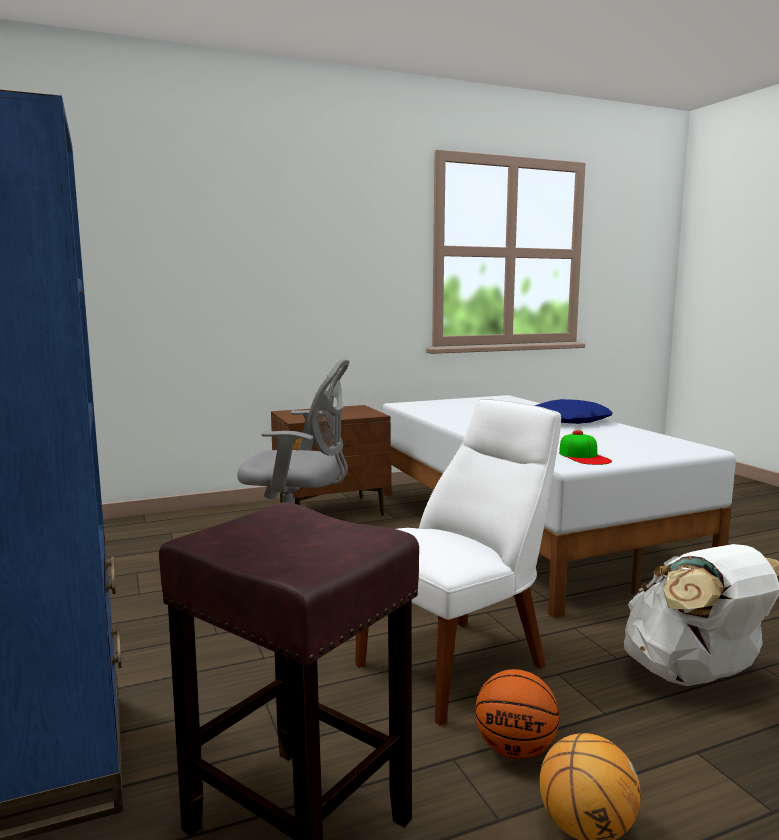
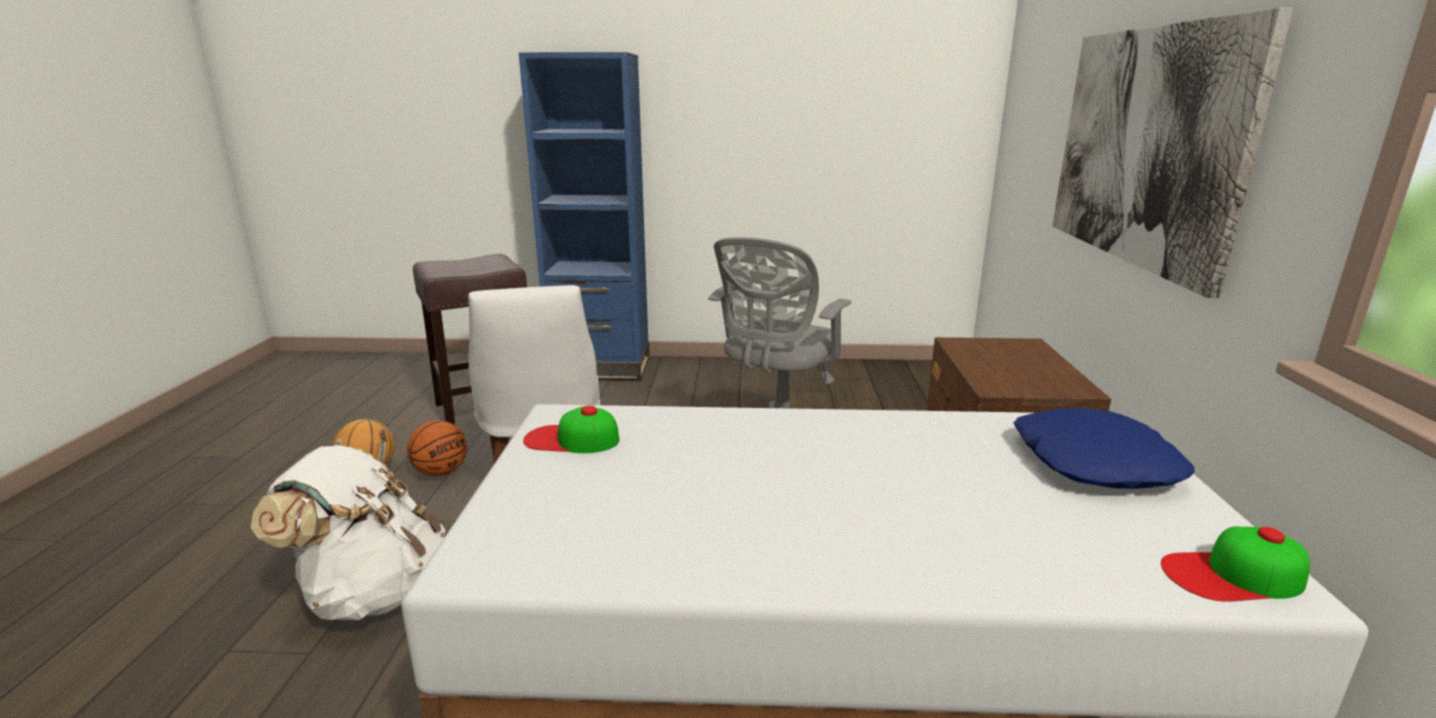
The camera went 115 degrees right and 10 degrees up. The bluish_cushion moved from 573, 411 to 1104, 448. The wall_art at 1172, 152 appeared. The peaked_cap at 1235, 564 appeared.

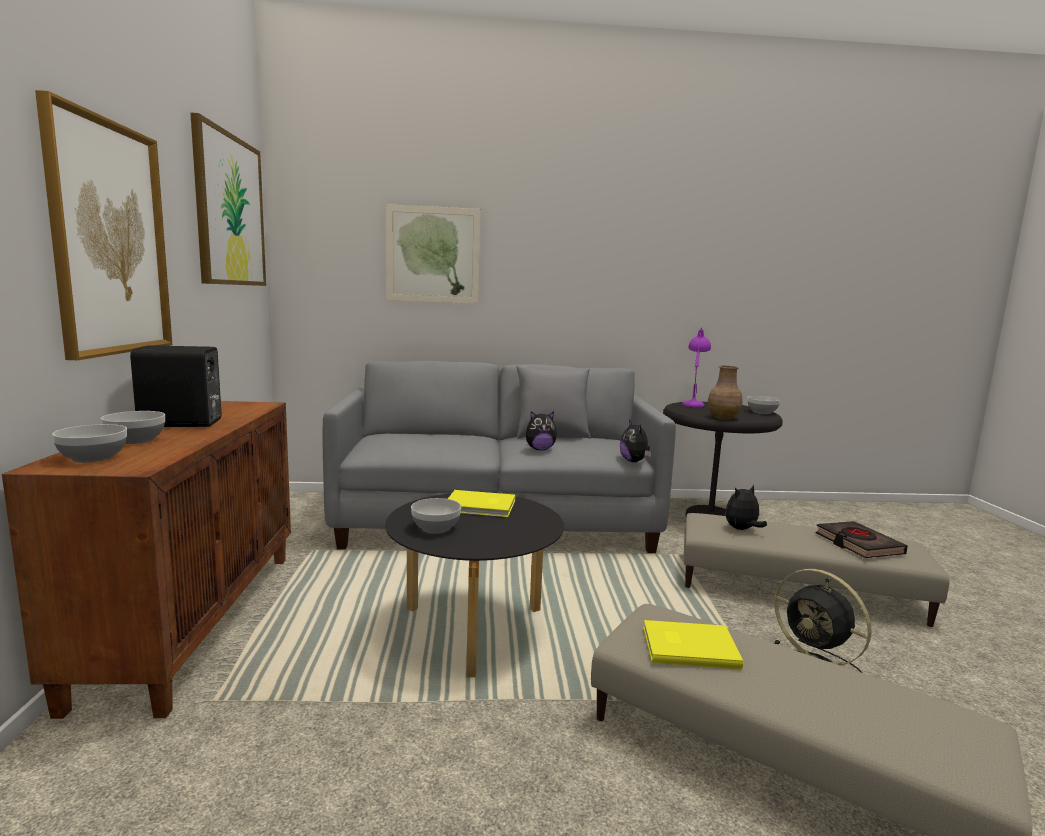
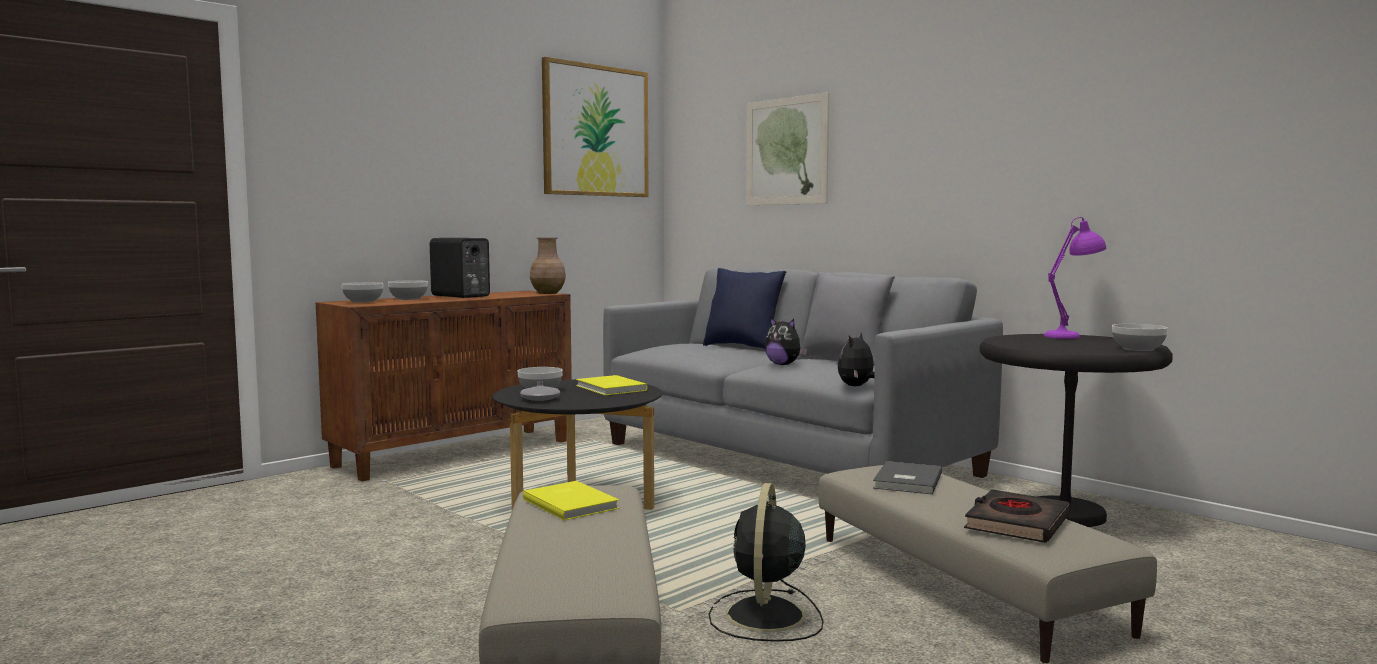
The camera went 50 degrees right and 5 degrees down. The wall_art at 103, 225 disappeared. The brown-coloured_vase moved from 725, 393 to 548, 265. The plush_toy at 746, 507 was replaced by the greyish_bound_book at 907, 478. The greyish_vase at 540, 391 appeared. The bluish_cushion at 744, 308 appeared.

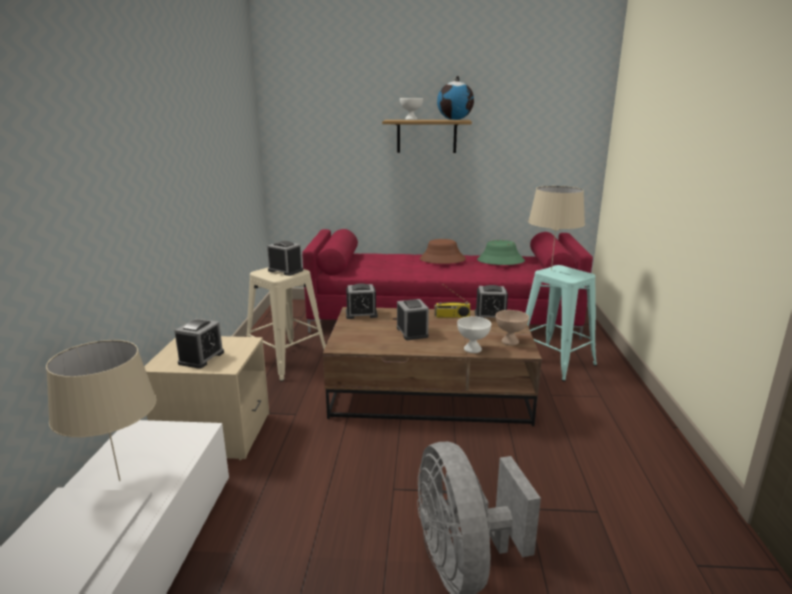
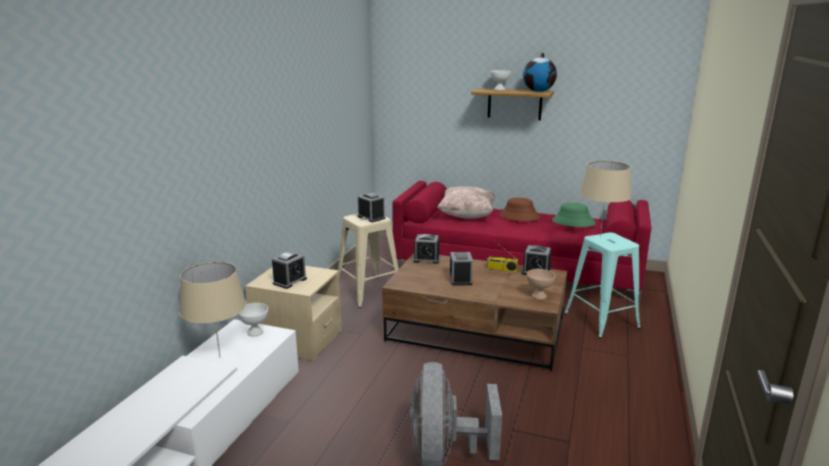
The camera went 15 degrees right and 0 degrees up. The white_bowl moved from 474, 334 to 253, 320. The beige_cushion at 466, 202 appeared.

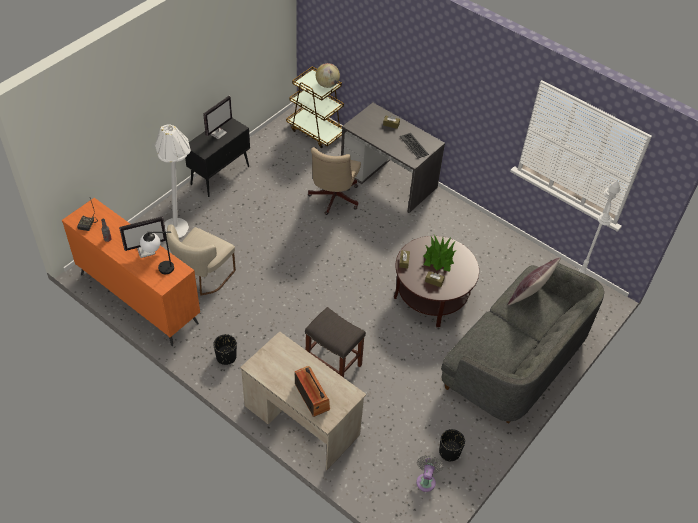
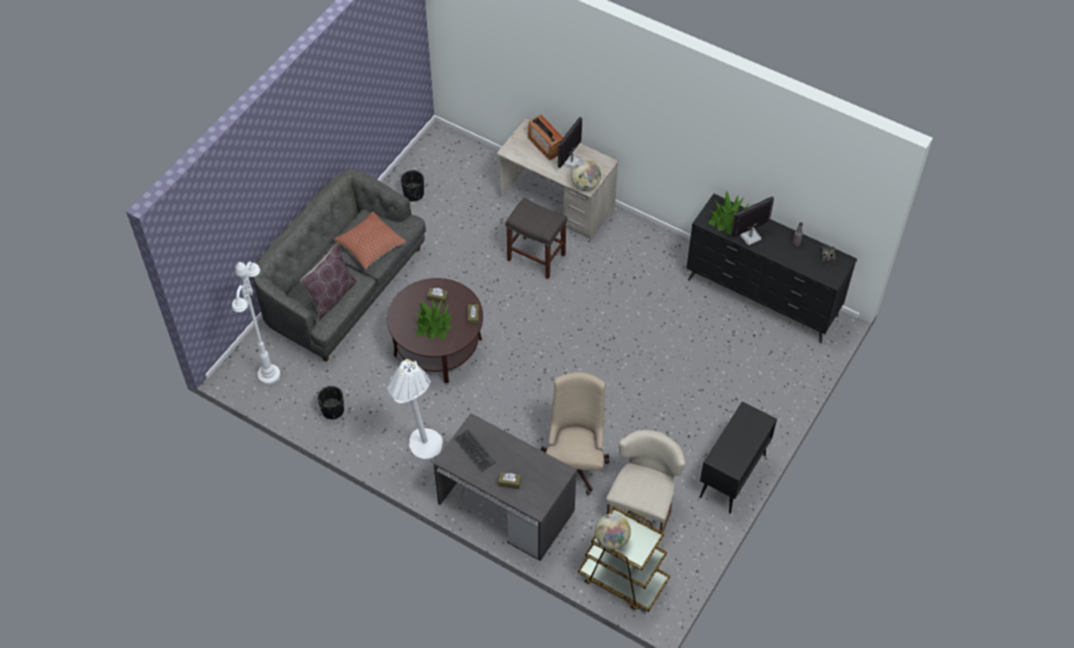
The camera went 175 degrees right and 5 degrees up. The orange-coloured_dresser at 131, 272 became the black-coloured_dresser at 771, 269. The table_lamp at 157, 252 was replaced by the potted_plant at 729, 213. The white_standard_lamp moved from 173, 181 to 415, 409. The beige_plain_chair moved from 201, 260 to 646, 482. The computer_screen moved from 217, 117 to 570, 142. The black-coloured_planter moved from 225, 349 to 330, 402. The greyish_cooling_fan at 430, 473 disappeared. The cushion at 370, 241 appeared. The globe at 586, 175 appeared.

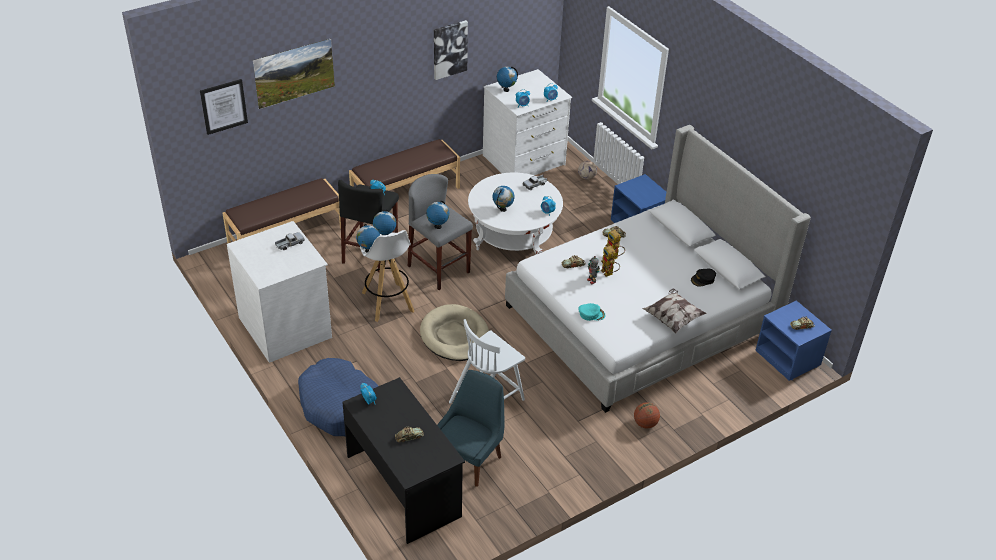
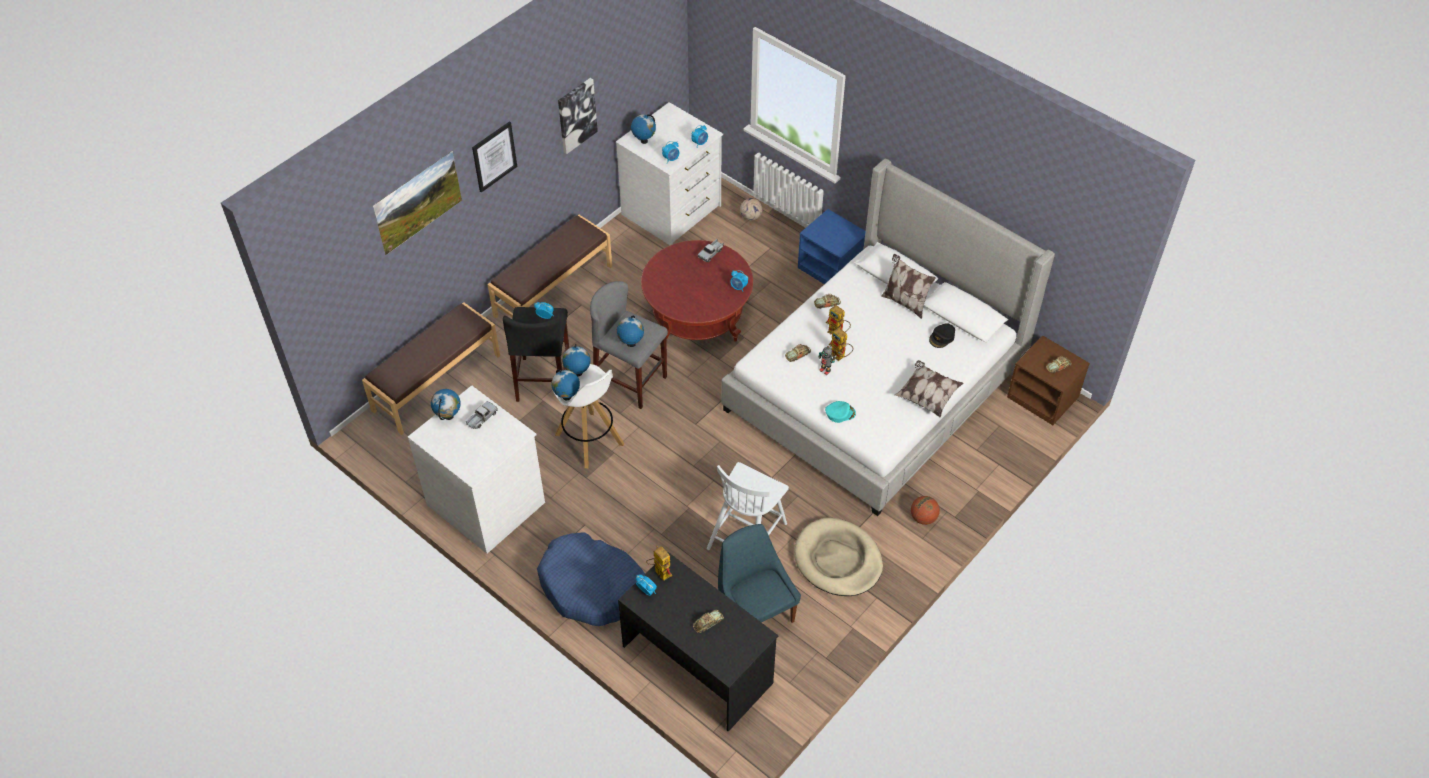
The camera went 15 degrees left and 10 degrees up. The wall_art moved from 224, 107 to 494, 157. The beige_dog_cushion moved from 454, 332 to 838, 557. The bluish_plain_chair at 470, 428 turned 45 degrees counterclockwise. The white_low_table at 515, 213 became the red_low_table at 697, 291. The globe moved from 503, 199 to 446, 404. The bluish_nightstand at 793, 340 became the brown-coloured_nightstand at 1048, 380. The toy_robot at 659, 563 appeared. The cushion at 908, 286 appeared.

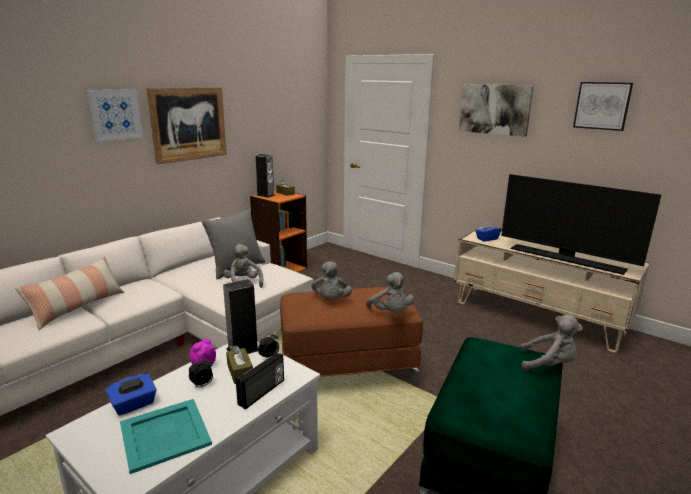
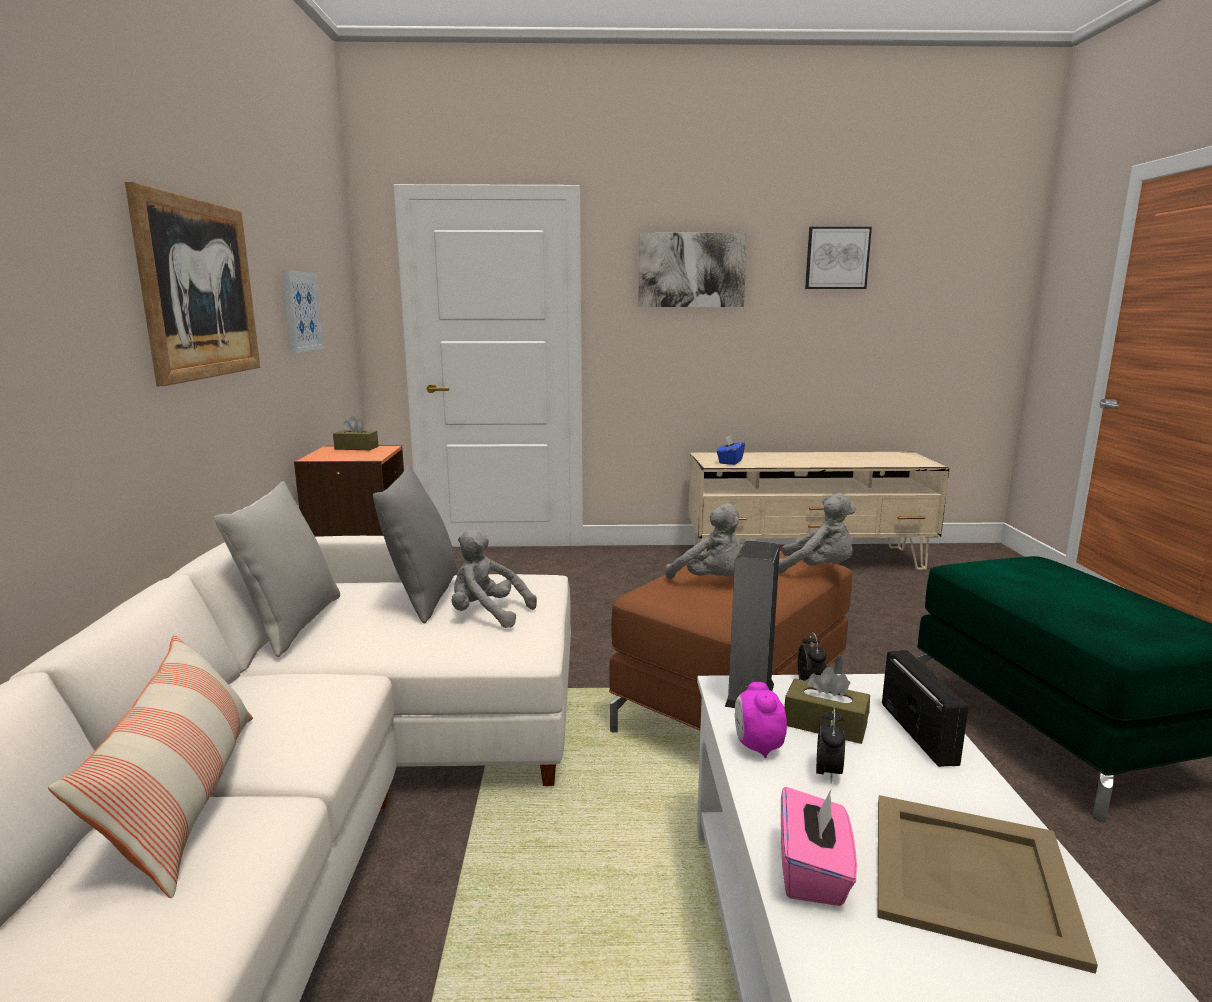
The camera went 40 degrees left and 5 degrees down. The wall_art moved from 115, 115 to 303, 311. The bluish_tissue_holder at 131, 395 became the pinkish_tissue_holder at 819, 846. The turquoise-coloured_tray at 166, 436 became the beige_tray at 988, 884. The speaker at 265, 176 disappeared. The television at 581, 224 disappeared. The greyish_plush_toy at 551, 343 disappeared. The greyish_cushion at 277, 569 appeared.

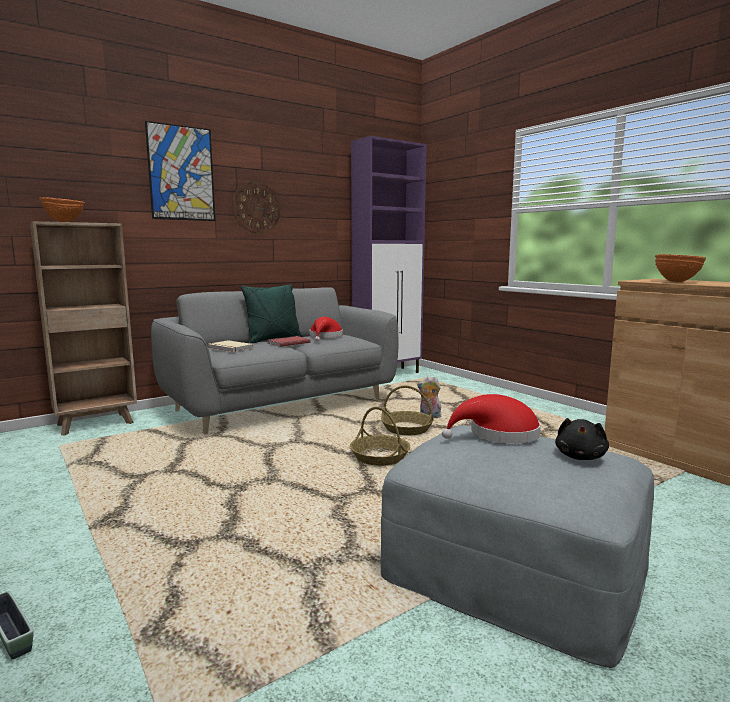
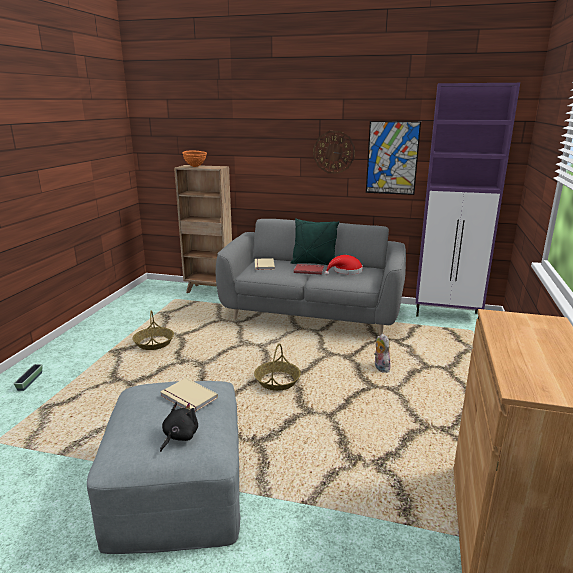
The camera went 50 degrees right and 10 degrees up. The wall_art moved from 180, 171 to 393, 158. The household_basket moved from 407, 410 to 153, 330. The red_hat at 491, 418 was replaced by the beige_bound_book at 189, 395. The black-coloured_plush_toy at 582, 439 turned 135 degrees clockwise. The orange-coloured_bowl at 680, 268 disappeared.

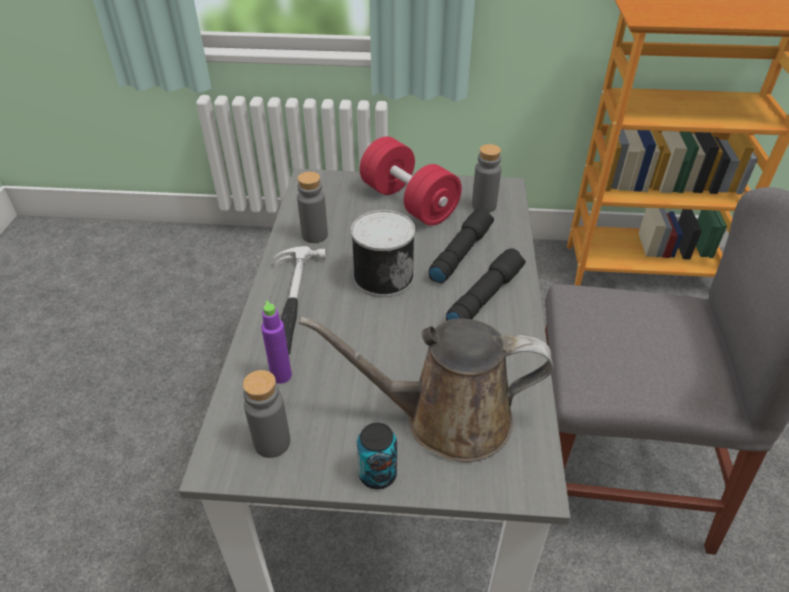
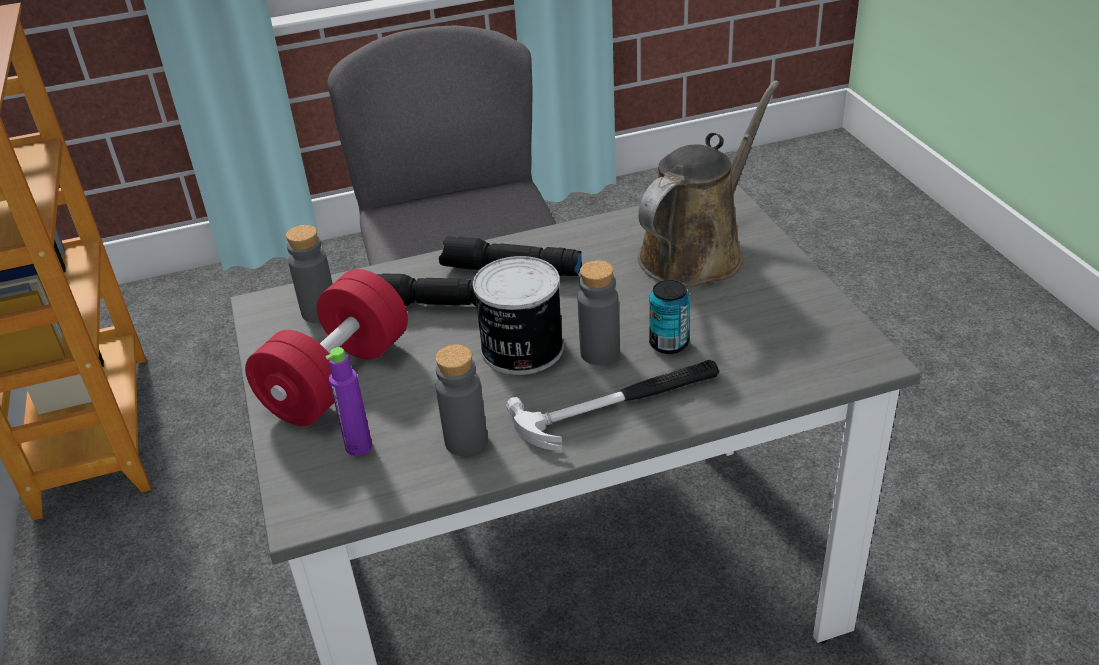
The camera went 110 degrees left and 5 degrees down. The greyish_drink_bottle moved from 266, 414 to 598, 312. The purple_drink_bottle moved from 276, 342 to 349, 401. The brown-coloured_sprinkling_can at 426, 389 turned 120 degrees counterclockwise. The can moved from 377, 456 to 669, 317.

